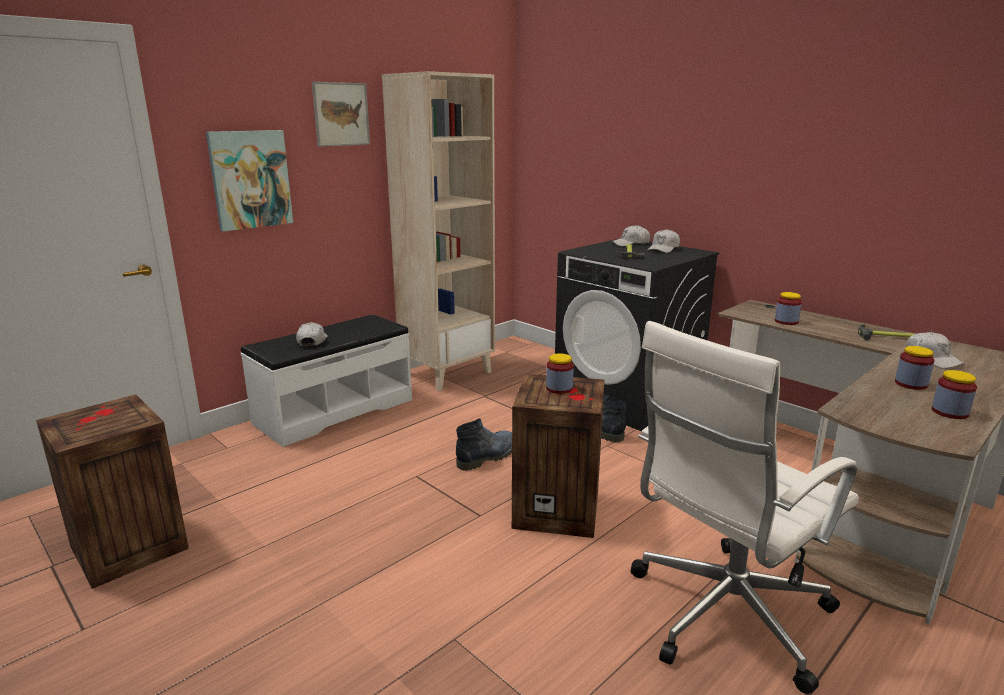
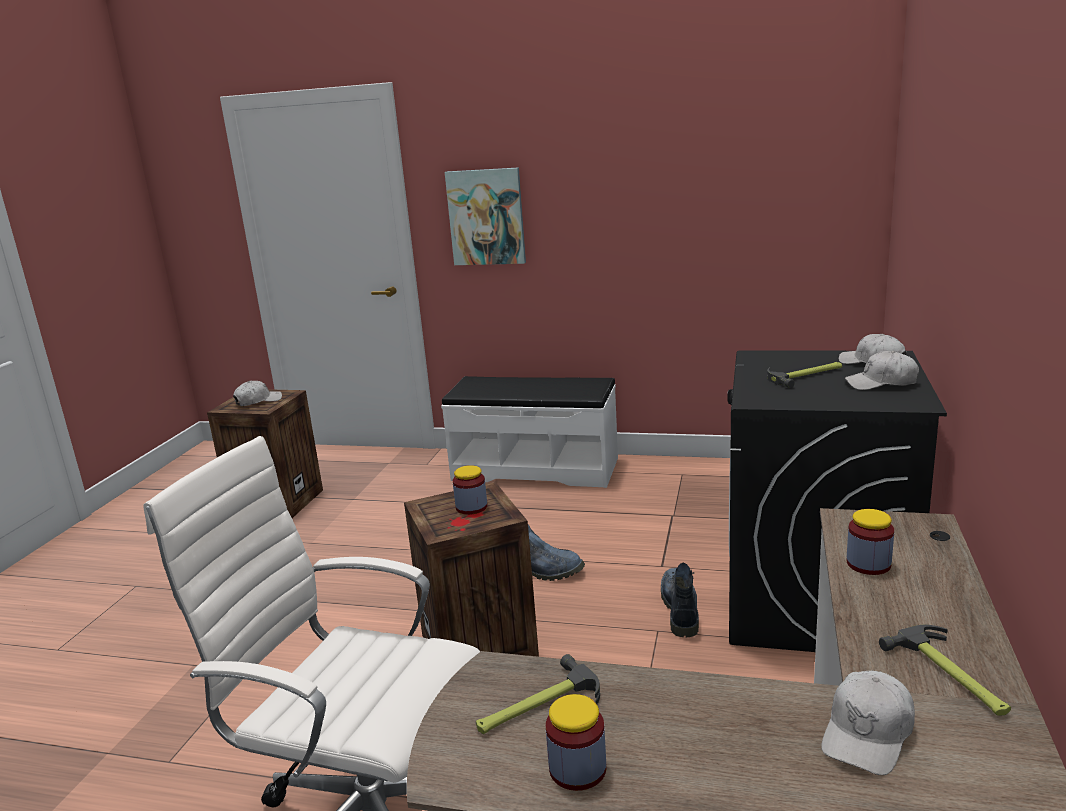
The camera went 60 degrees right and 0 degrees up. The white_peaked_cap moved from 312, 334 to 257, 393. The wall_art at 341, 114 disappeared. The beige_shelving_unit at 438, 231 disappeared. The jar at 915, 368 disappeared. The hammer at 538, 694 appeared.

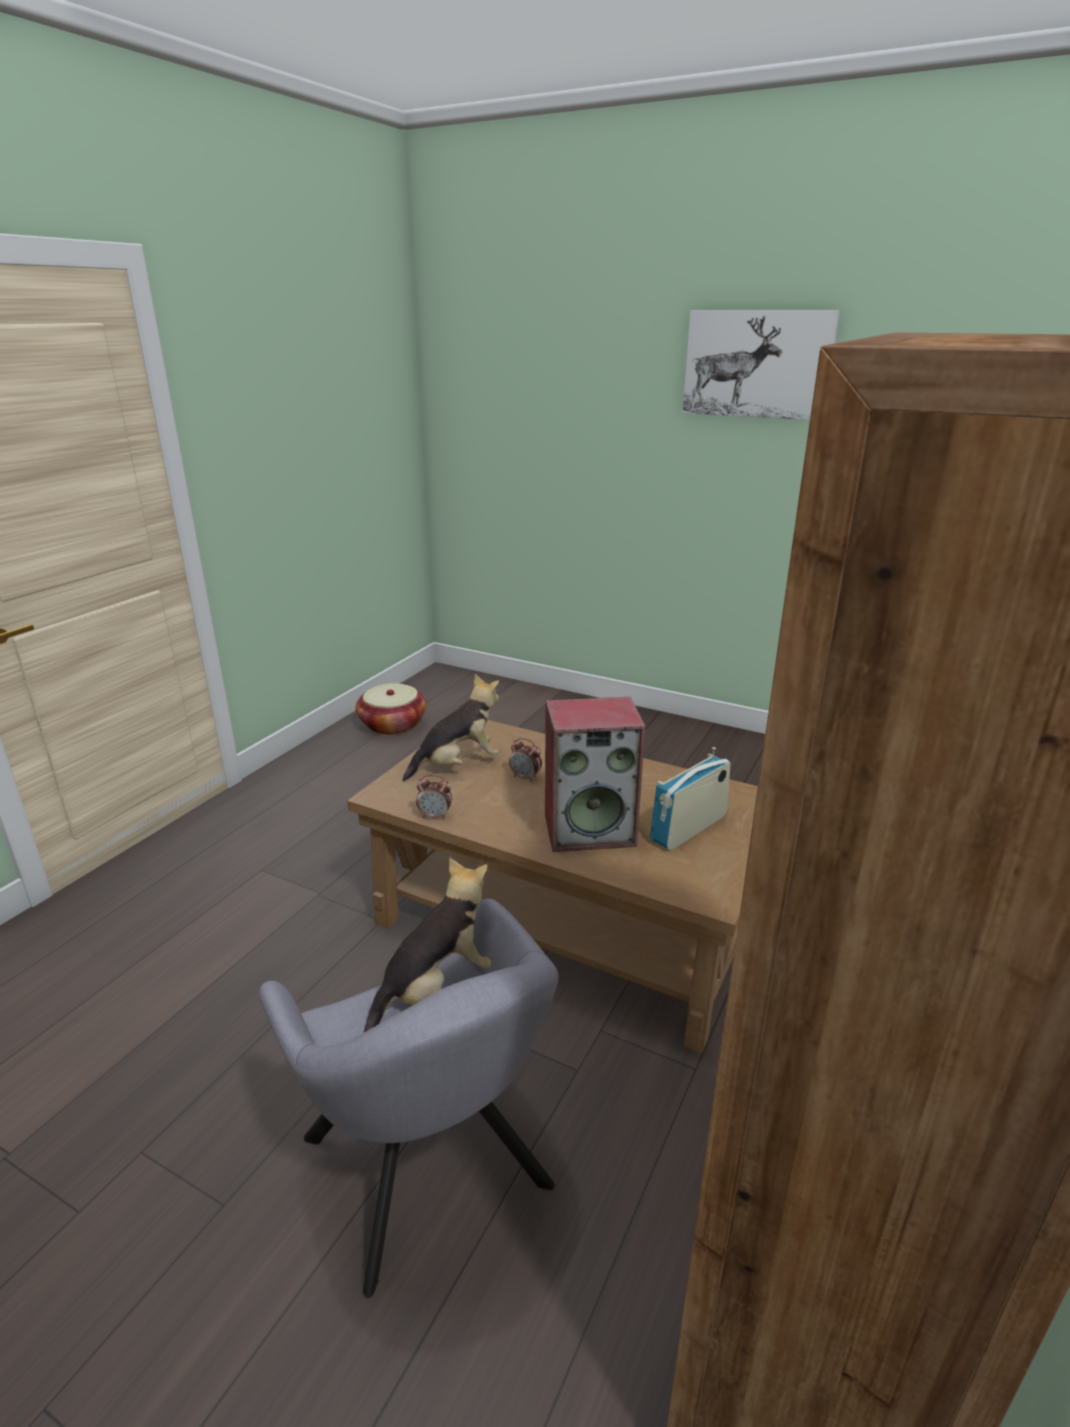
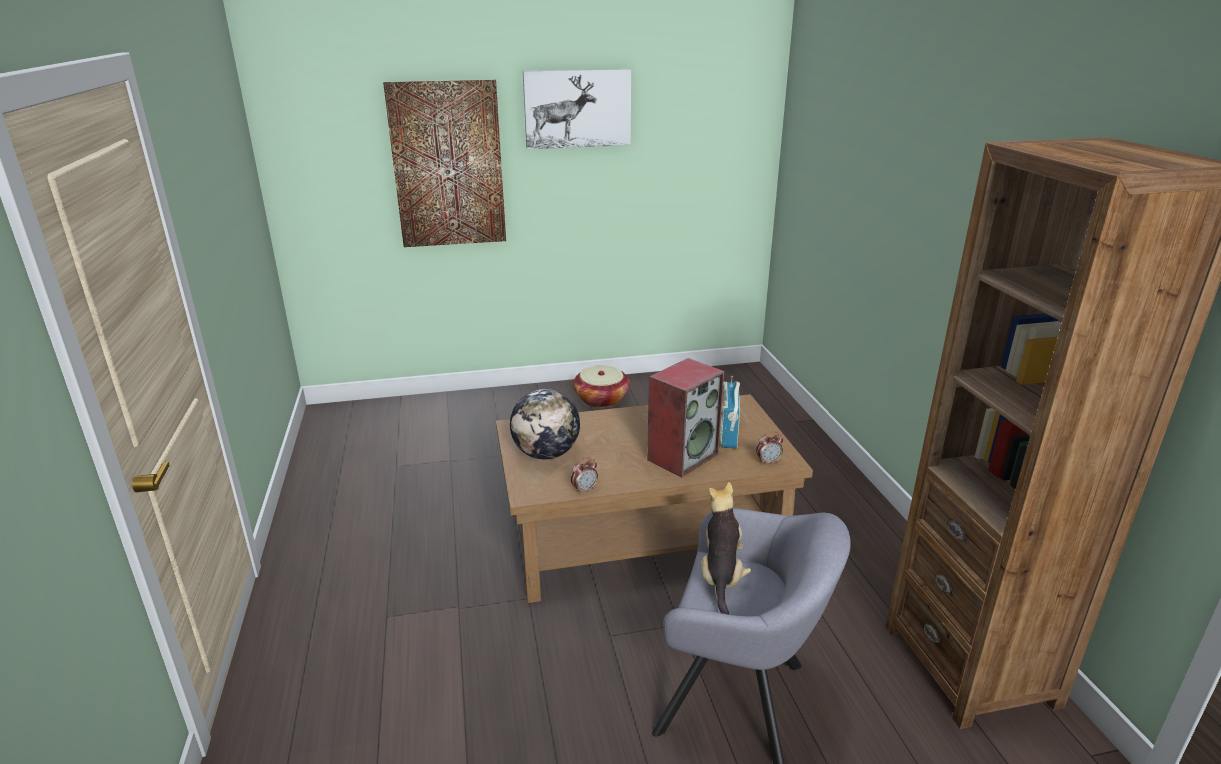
The camera went 40 degrees left and 0 degrees up. The household_basket moved from 391, 709 to 601, 386. The plush_toy at 450, 727 was replaced by the globe at 545, 424. The table_clock moved from 525, 760 to 769, 448. The wall_art at 444, 163 appeared.

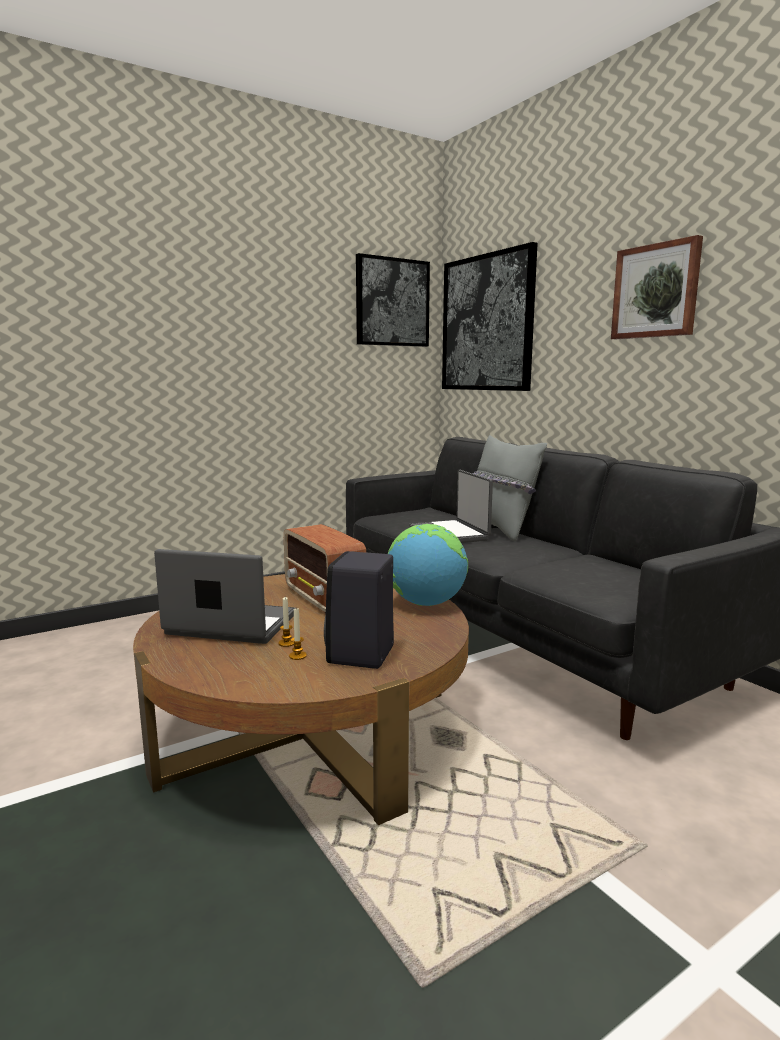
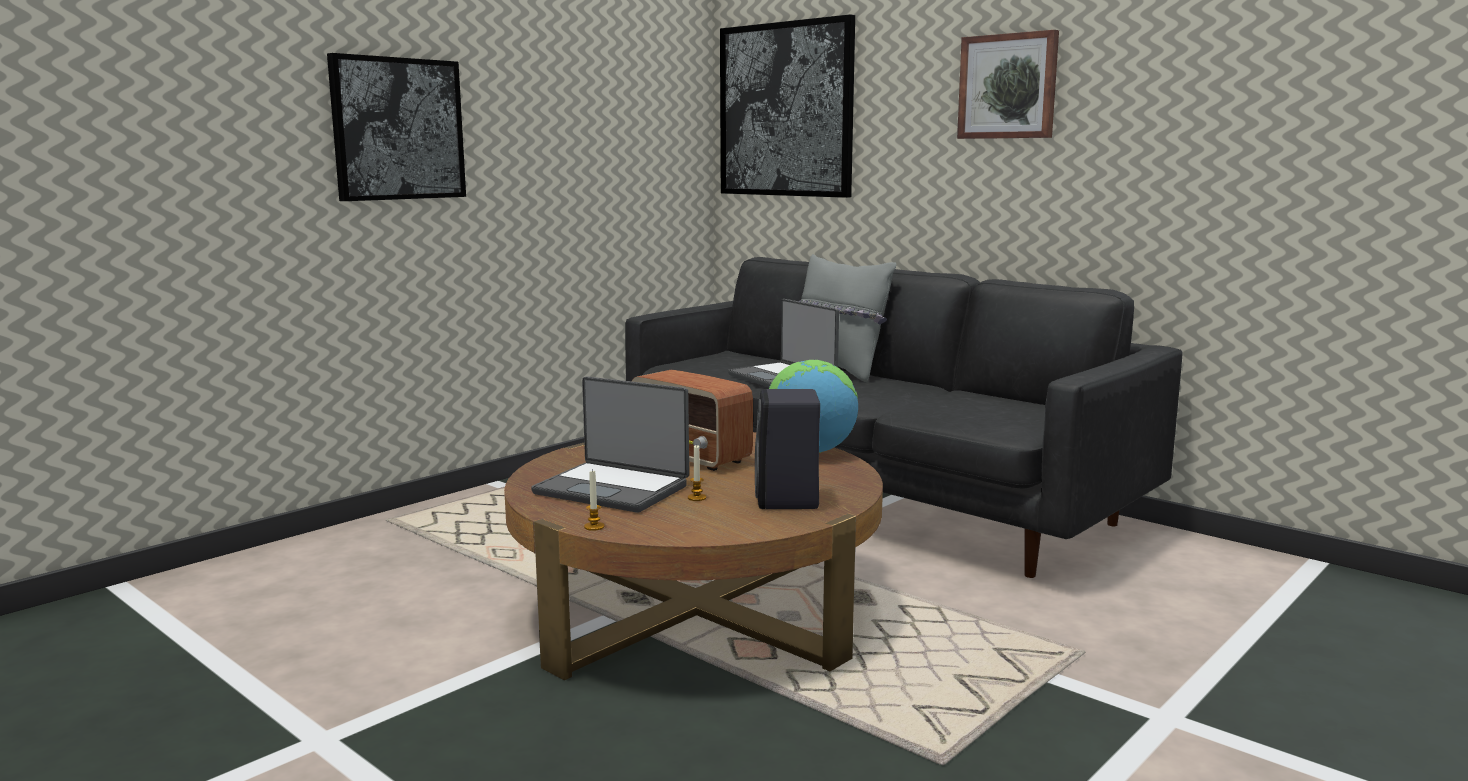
The camera went 15 degrees left and 0 degrees up. The laptop at 225, 596 turned 150 degrees counterclockwise. The wax_light moved from 298, 634 to 594, 500. The wall_art moved from 393, 300 to 396, 127.

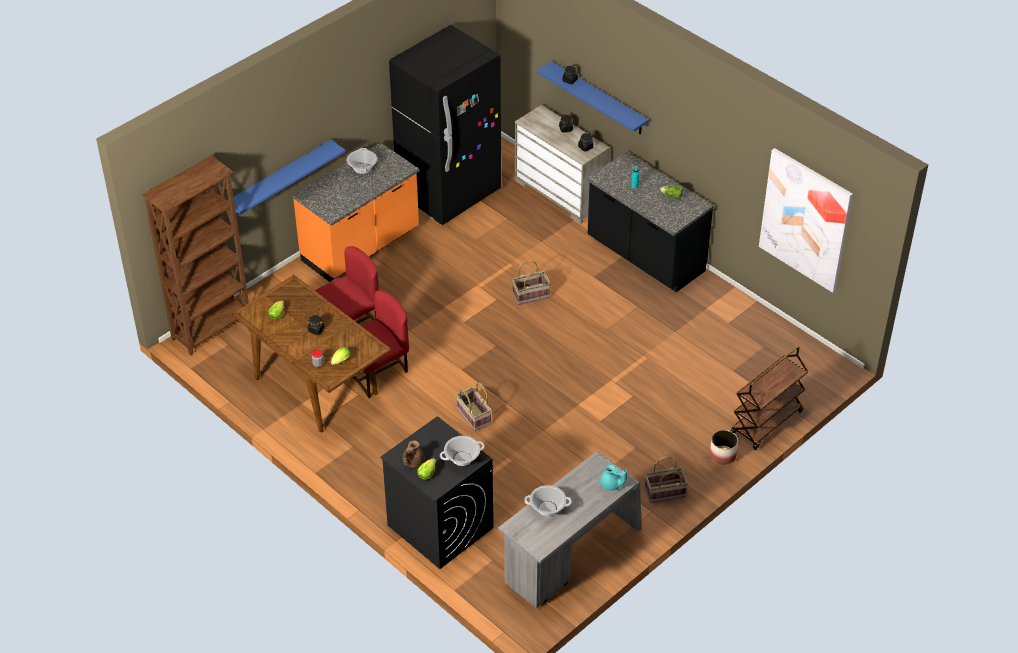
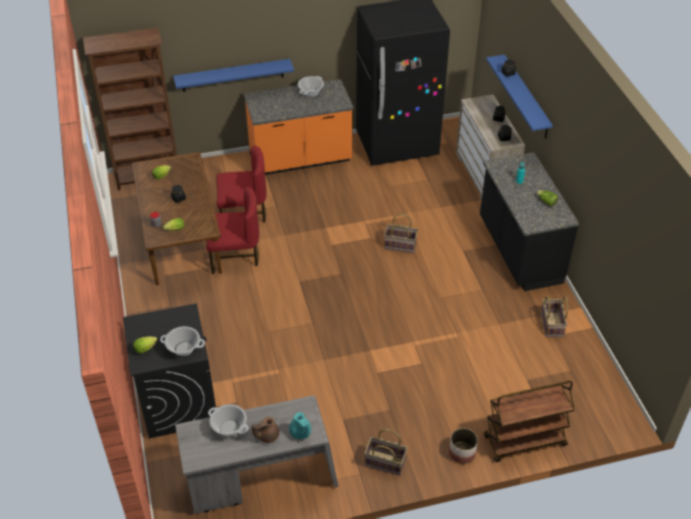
The camera went 30 degrees right and 0 degrees up. The brown-coloured_teapot moved from 413, 454 to 265, 429. The household_basket moved from 474, 406 to 554, 316. The wall_art at 806, 220 disappeared.

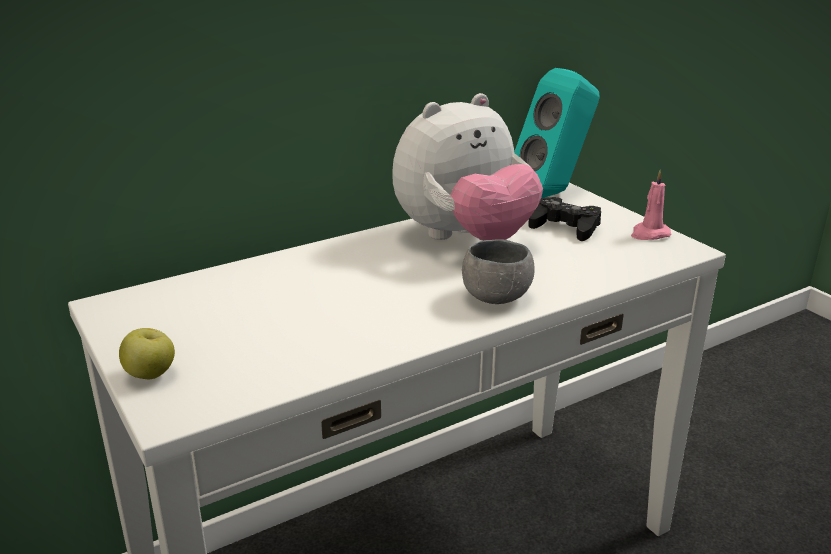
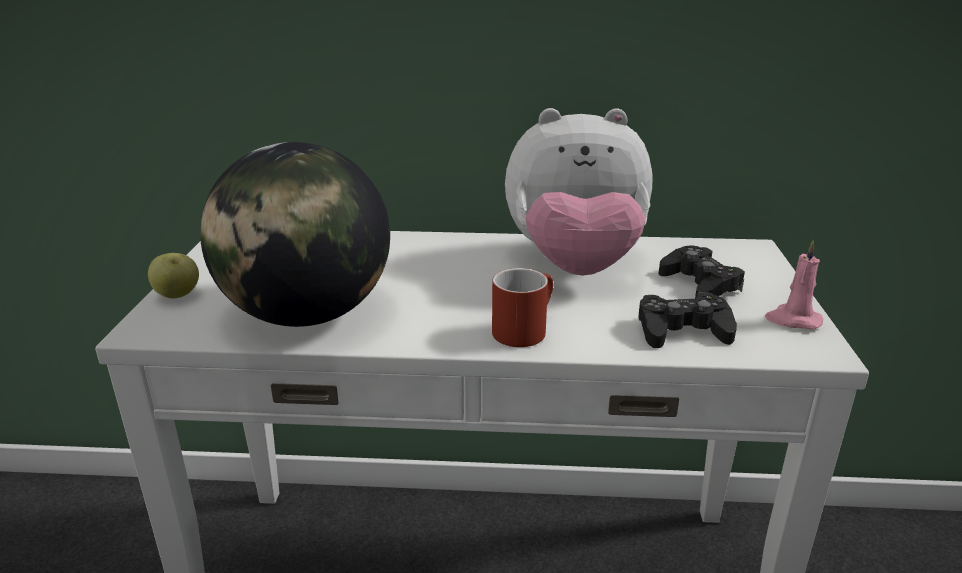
The camera went 35 degrees right and 0 degrees up. The greyish_bowl at 498, 271 was replaced by the red_tea_mug at 522, 307. The turquoise-coloured_speaker at 557, 133 disappeared. The globe at 295, 234 appeared. The black-coloured_joypad at 687, 320 appeared.

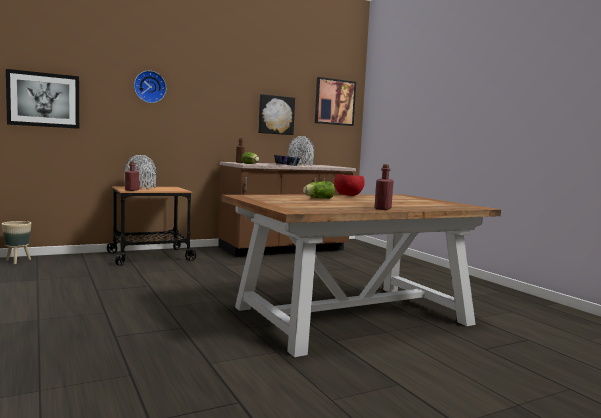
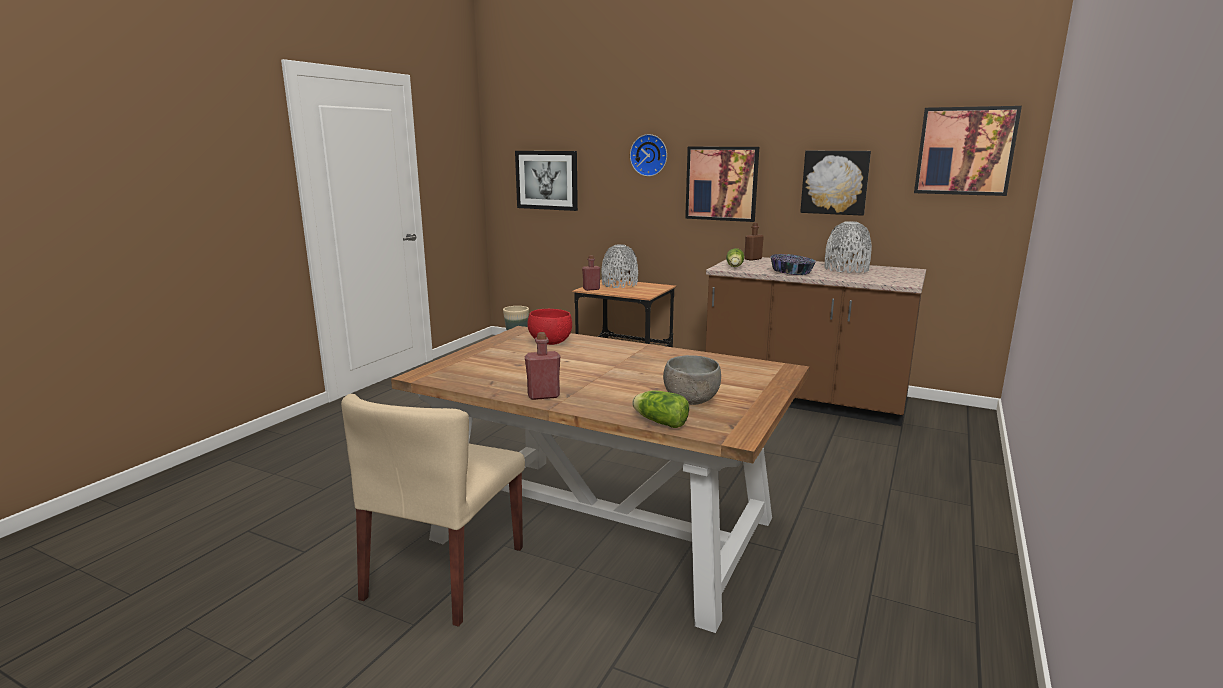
The camera went 55 degrees right and 10 degrees up. The lettuce moved from 319, 190 to 660, 409. The red_bowl moved from 349, 185 to 549, 327. The beige_plain_chair at 433, 510 appeared. The greyish_bowl at 692, 380 appeared. The wall_art at 722, 184 appeared.

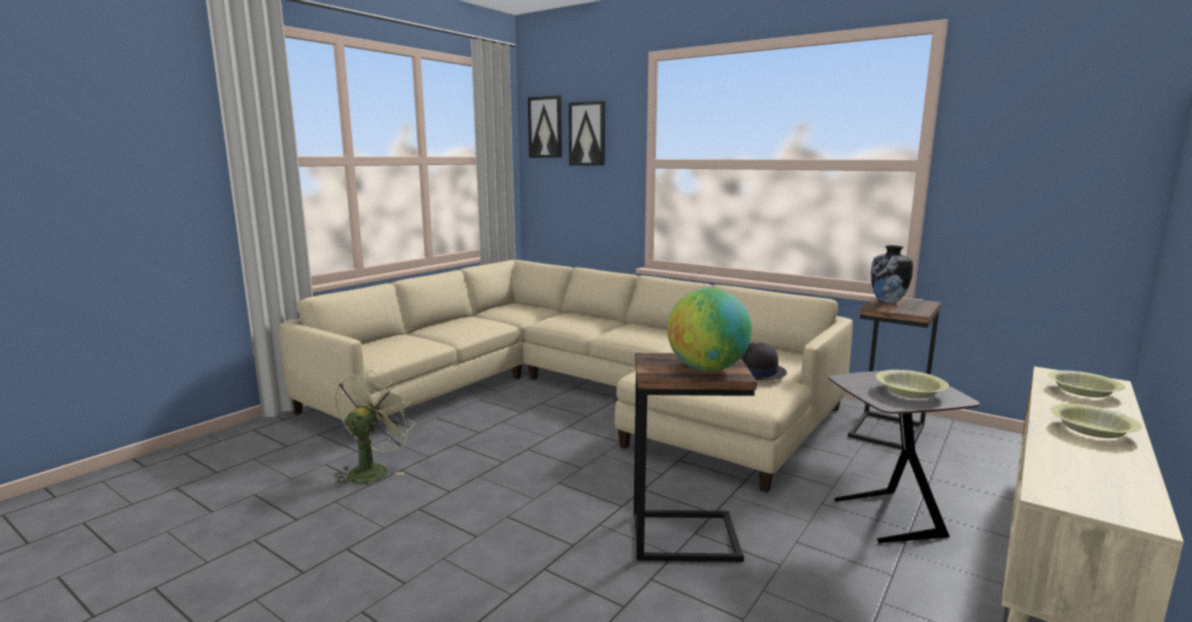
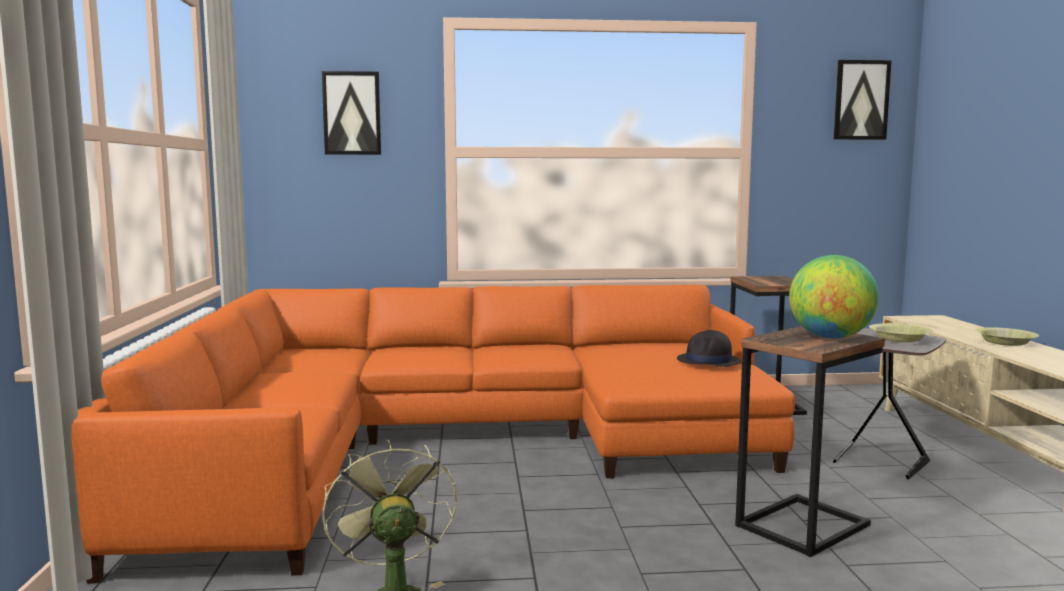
The camera went 40 degrees left and 5 degrees down. The beige_couch at 566, 376 became the orange-coloured_couch at 433, 434. The wall_art moved from 545, 126 to 862, 100. The vase at 892, 274 disappeared. The yellow-coloured_bowl at 1086, 383 disappeared.

